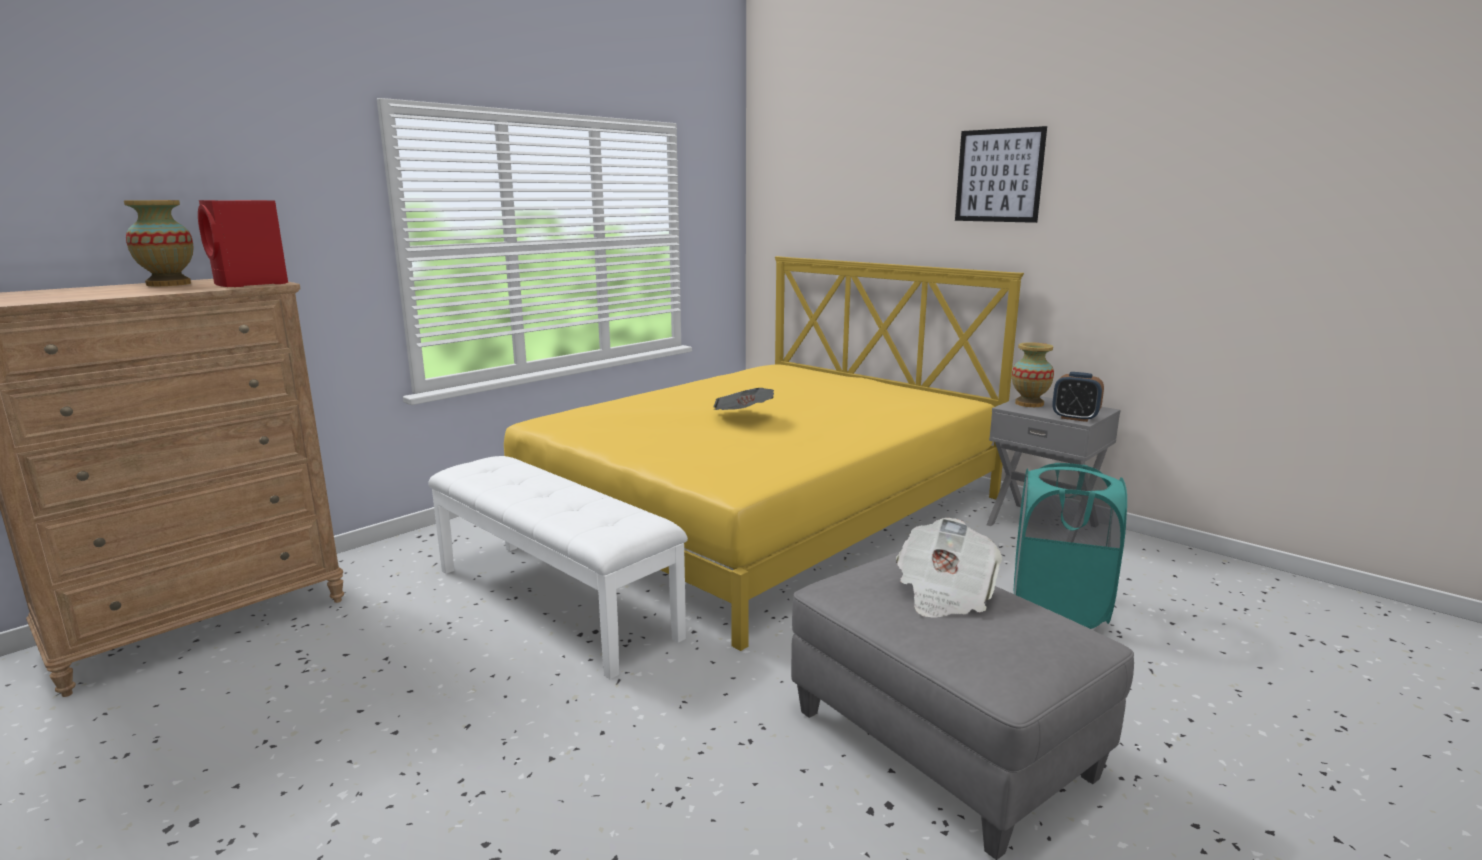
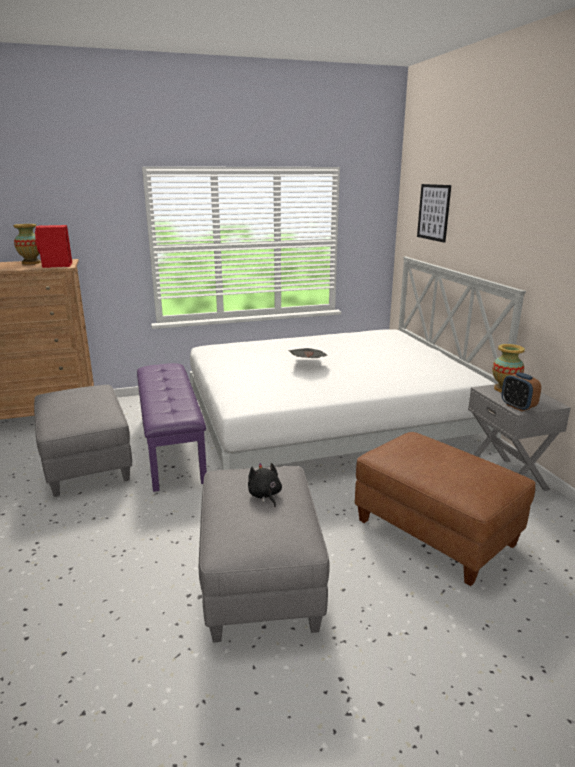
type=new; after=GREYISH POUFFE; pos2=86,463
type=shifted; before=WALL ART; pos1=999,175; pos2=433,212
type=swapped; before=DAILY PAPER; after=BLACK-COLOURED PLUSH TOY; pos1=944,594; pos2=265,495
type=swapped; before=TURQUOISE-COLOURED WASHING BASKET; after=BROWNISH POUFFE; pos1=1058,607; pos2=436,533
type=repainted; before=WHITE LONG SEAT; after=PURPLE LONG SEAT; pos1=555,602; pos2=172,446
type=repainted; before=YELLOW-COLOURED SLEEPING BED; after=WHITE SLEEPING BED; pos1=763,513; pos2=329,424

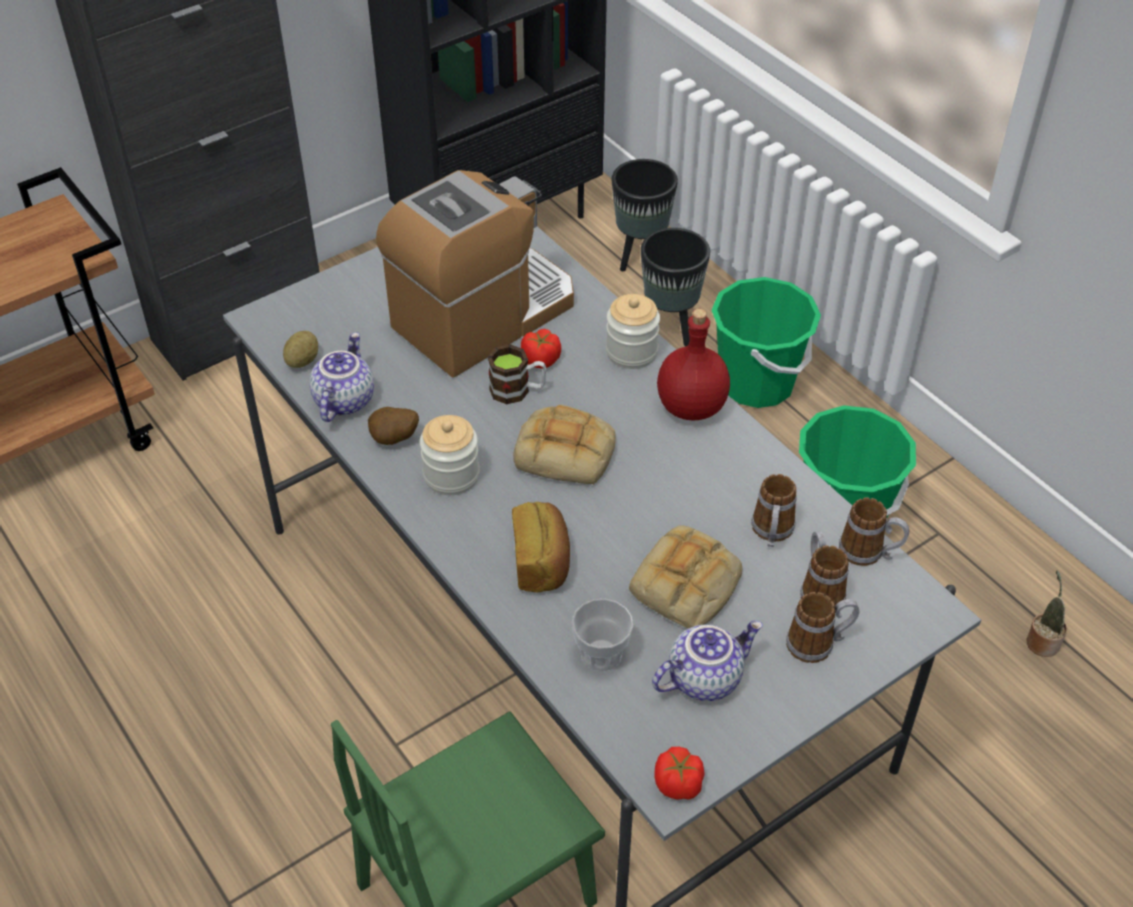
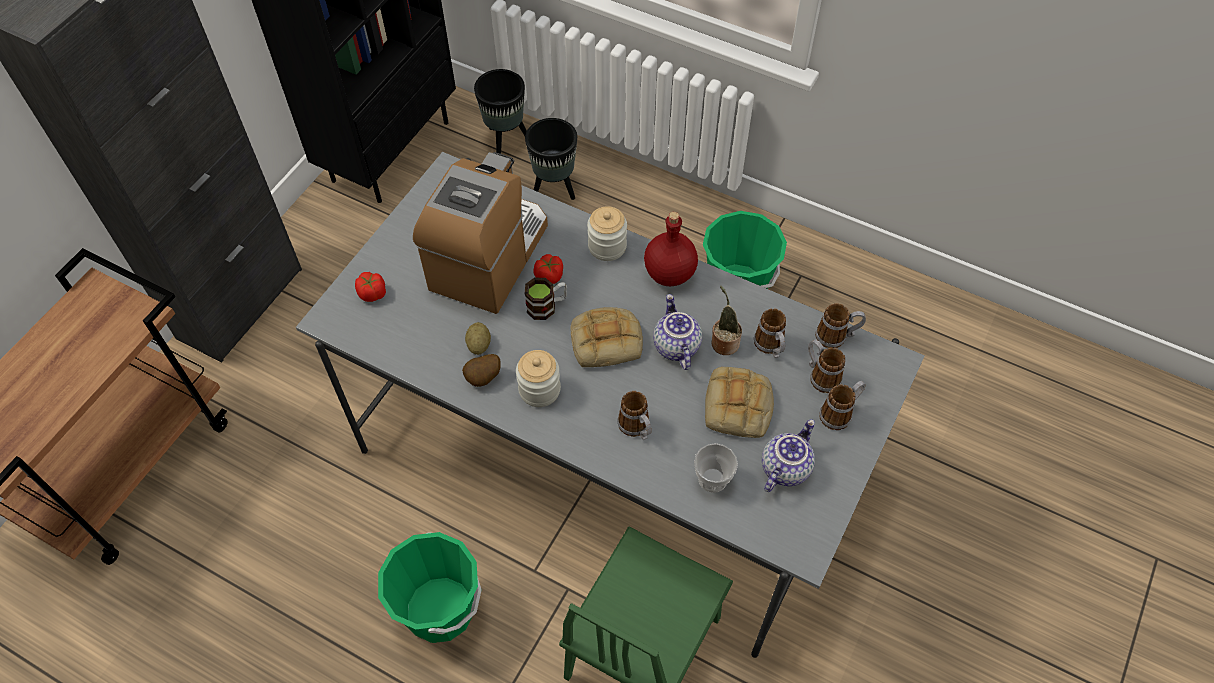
type=shifted; before=SPUD; pos1=302,361; pos2=479,345
type=shifted; before=TEAPOT; pos1=343,400; pos2=675,346
type=shifted; before=WHOLE TOMATO; pos1=678,784; pos2=373,293
type=shifted; before=GREENISH BUCKET; pos1=757,383; pos2=440,610
type=shifted; before=POTTED PLANT; pos1=1042,641; pos2=724,341
type=swapped; before=BAKERY BREAD; after=COFFEE MUG; pos1=542,561; pos2=637,428

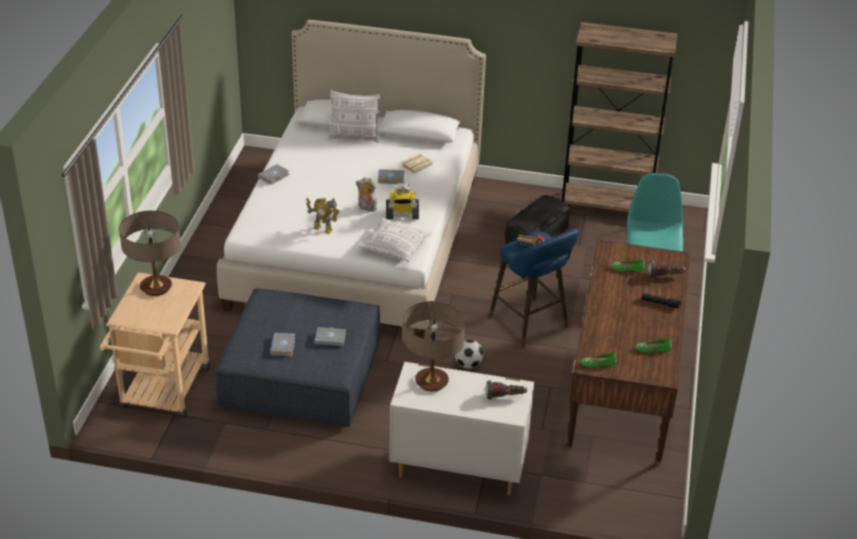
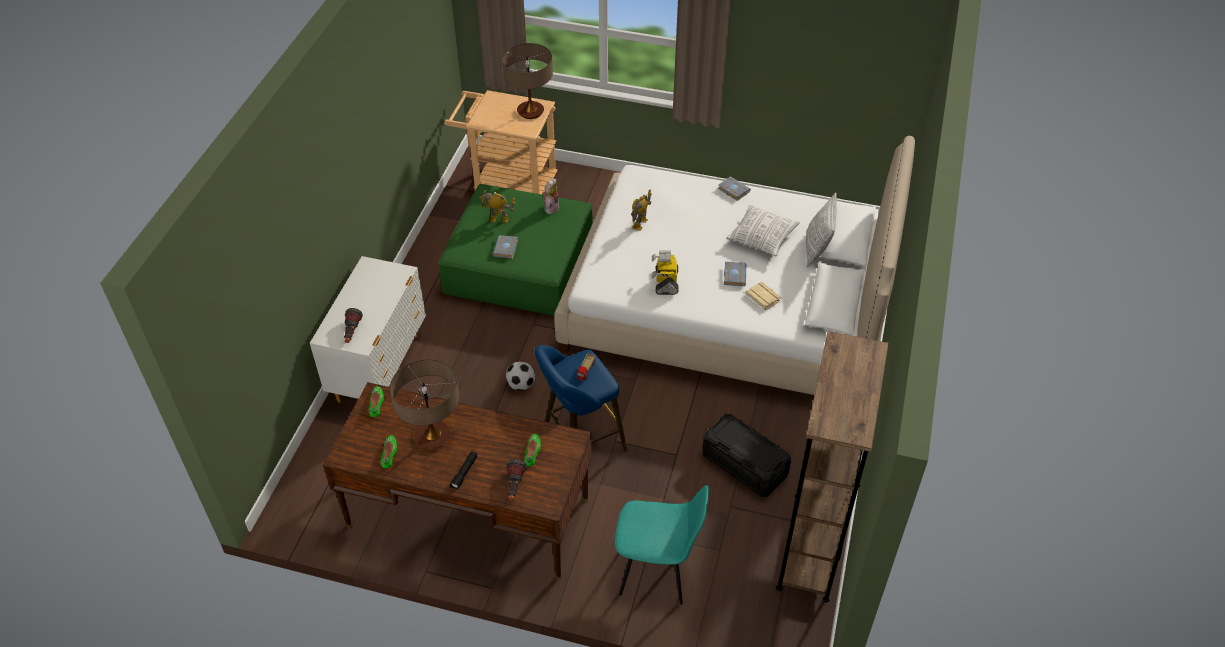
type=shifted; before=PLUSH TOY; pos1=366,208; pos2=551,207
type=shifted; before=PILLOW; pos1=395,247; pos2=761,238
type=shifted; before=TABLE LAMP; pos1=431,382; pos2=433,436
type=swapped; before=GREYISH VOLUME; after=ROBOT FIGURE; pos1=284,347; pos2=499,219
type=repainted; before=BLUE POUFFE; after=GREENISH POUFFE; pos1=301,376; pos2=519,266

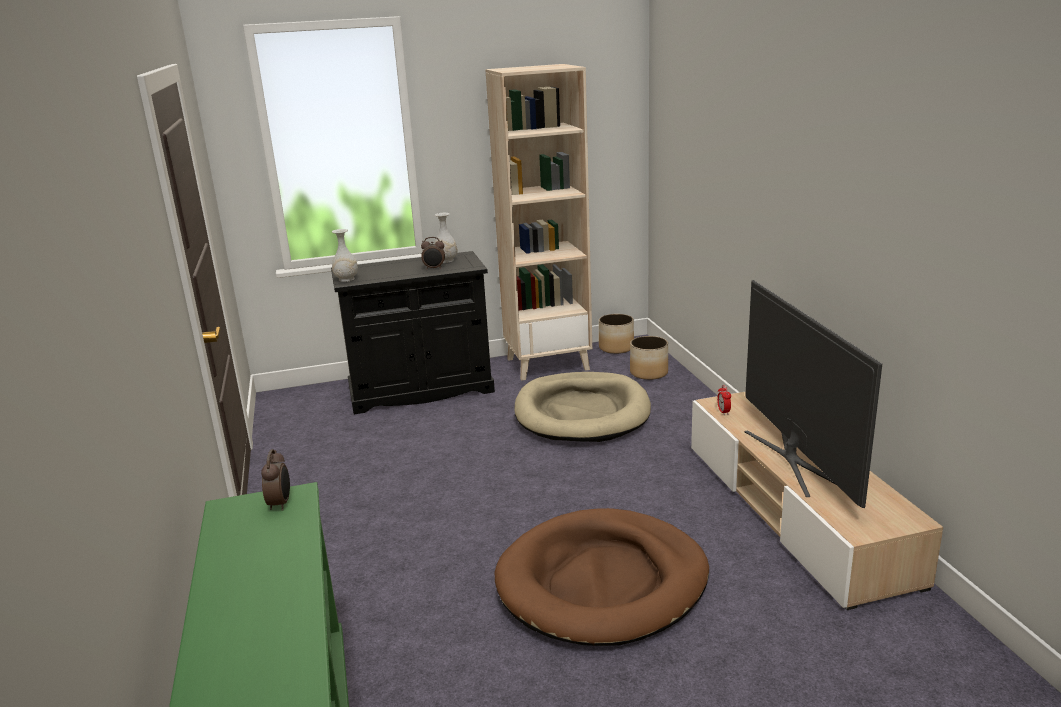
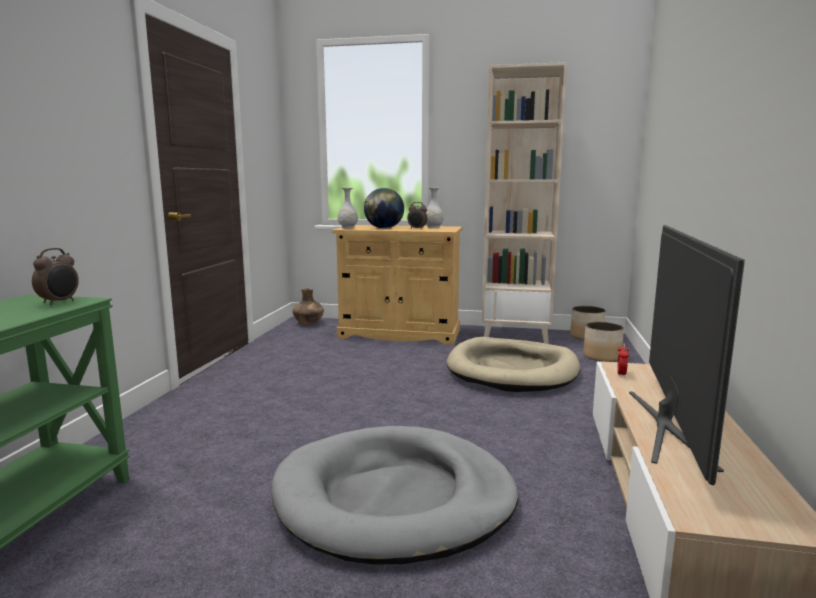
type=new; after=BROWNISH FLOWER VASE; pos2=308,323
type=new; after=GLOBE; pos2=384,228
type=repainted; before=BLACK-COLOURED CUPBOARD; after=BEIGE-COLOURED CUPBOARD; pos1=421,390; pos2=399,334
type=repainted; before=BROWNISH PET BED; after=GREYISH PET BED; pos1=602,582; pos2=395,498

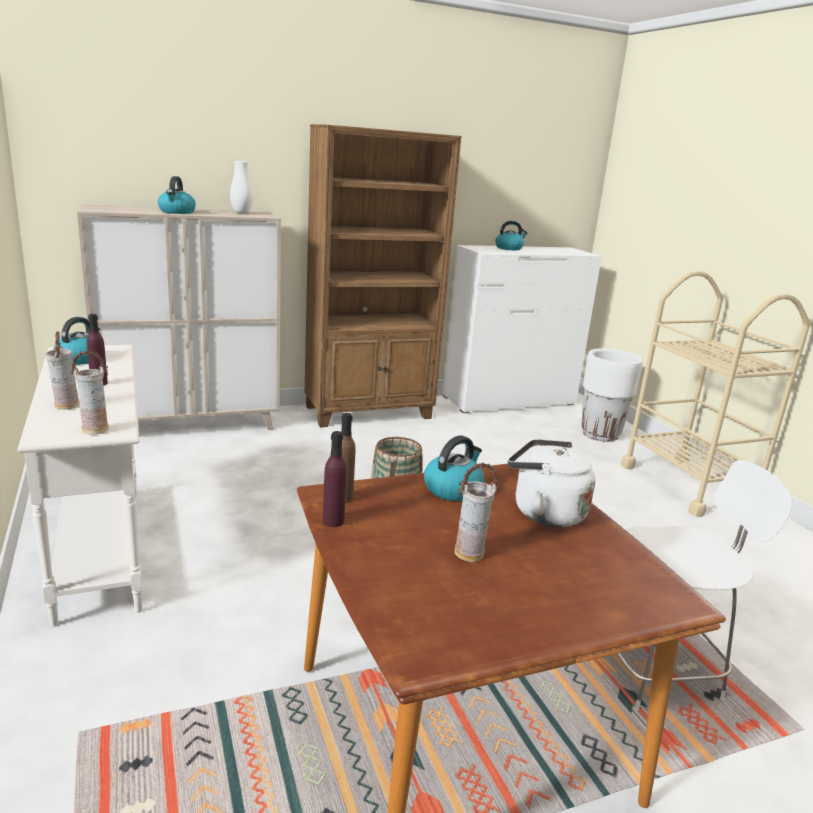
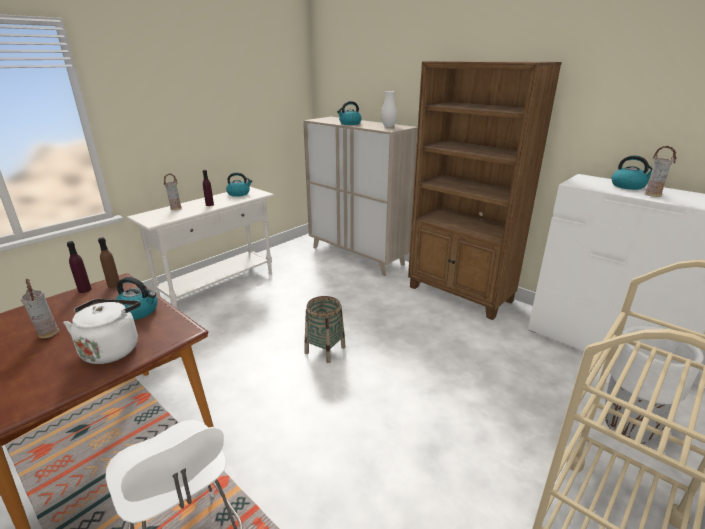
type=shifted; before=FLOWER VASE; pos1=95,430; pos2=652,195

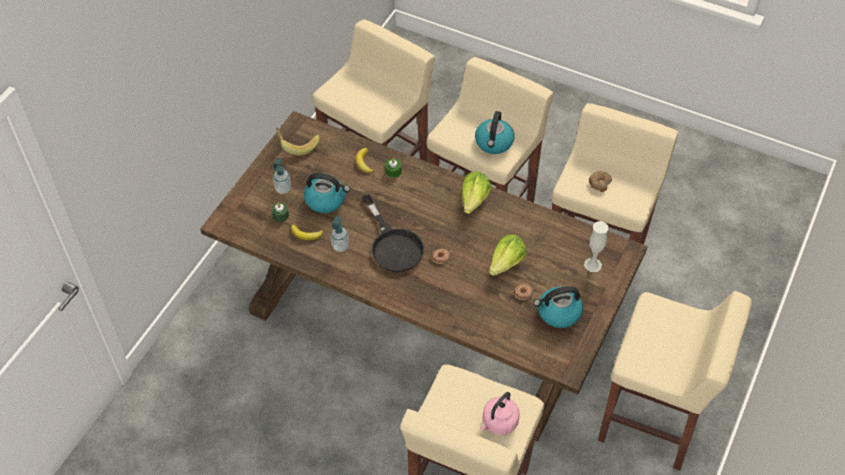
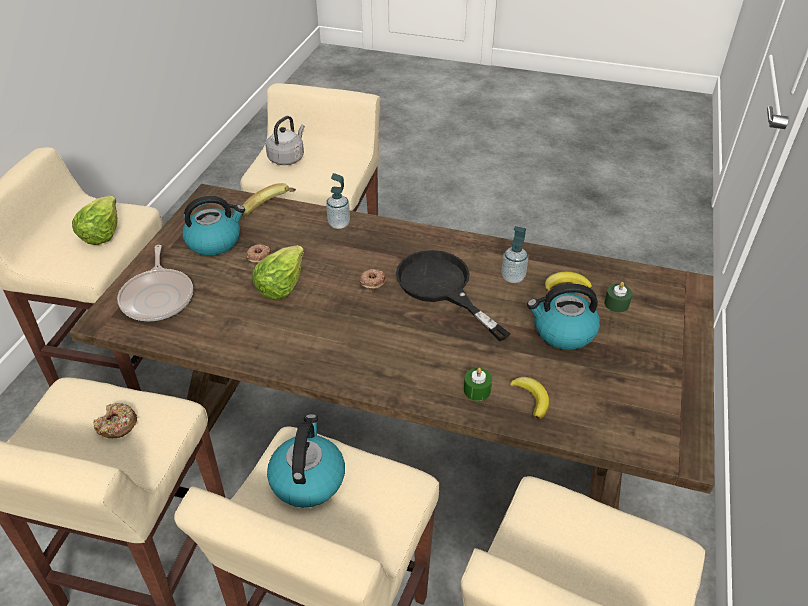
type=shifted; before=LIQUID SOAP BOTTLE; pos1=283,189; pos2=339,224
type=shifted; before=BANANA FRUIT; pos1=297,145; pos2=271,211
type=shifted; before=HEAD OF LETTUCE; pos1=474,200; pos2=101,232
type=swapped; before=WHITE FLOWER VASE; after=SKILLET; pos1=592,265; pos2=158,297
type=repainted; before=PINK-COLOURED WATER KETTLE; after=GREYISH WATER KETTLE; pos1=498,423; pos2=287,158

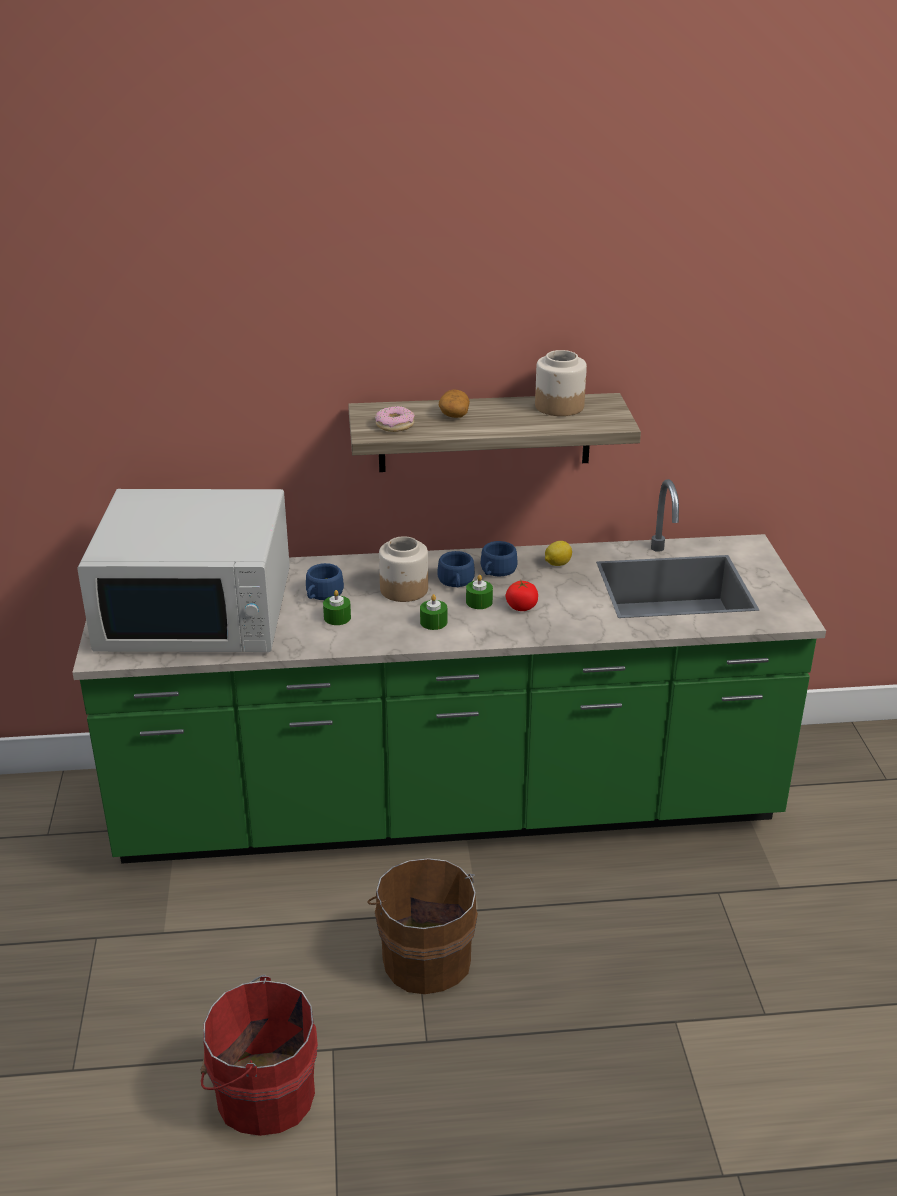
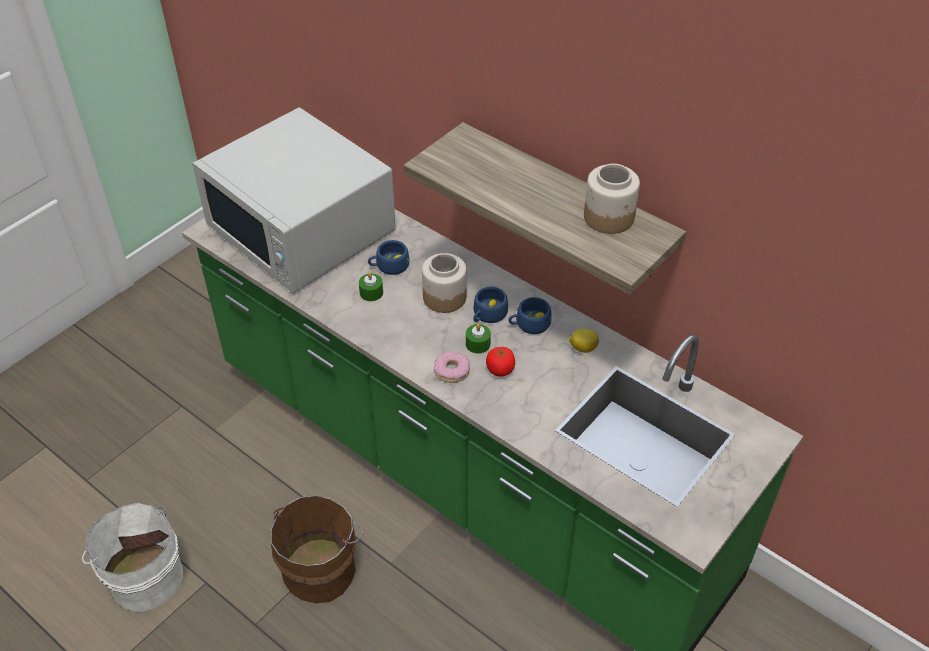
type=gone; before=GREENISH WAX LIGHT; pos1=433,622
type=gone; before=SPUD; pos1=454,414
type=shifted; before=DONUT; pos1=395,425; pos2=452,371
type=repainted; before=RED-COLOURED BUCKET; after=WHITE BUCKET; pos1=261,1092; pos2=144,575

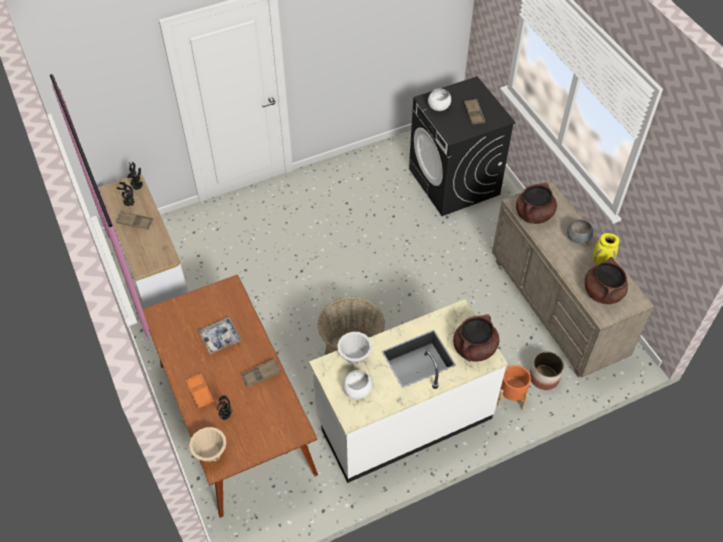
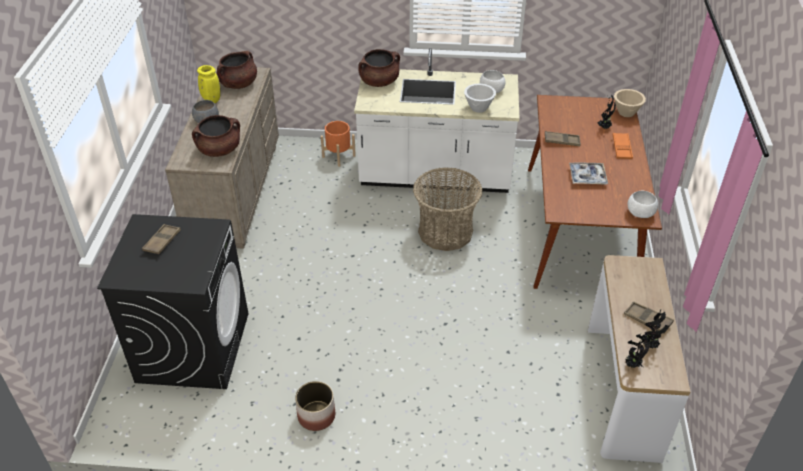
type=shifted; before=WHITE BOWL; pos1=438,107; pos2=641,213
type=shifted; before=PLANTER; pos1=543,377; pos2=316,416

